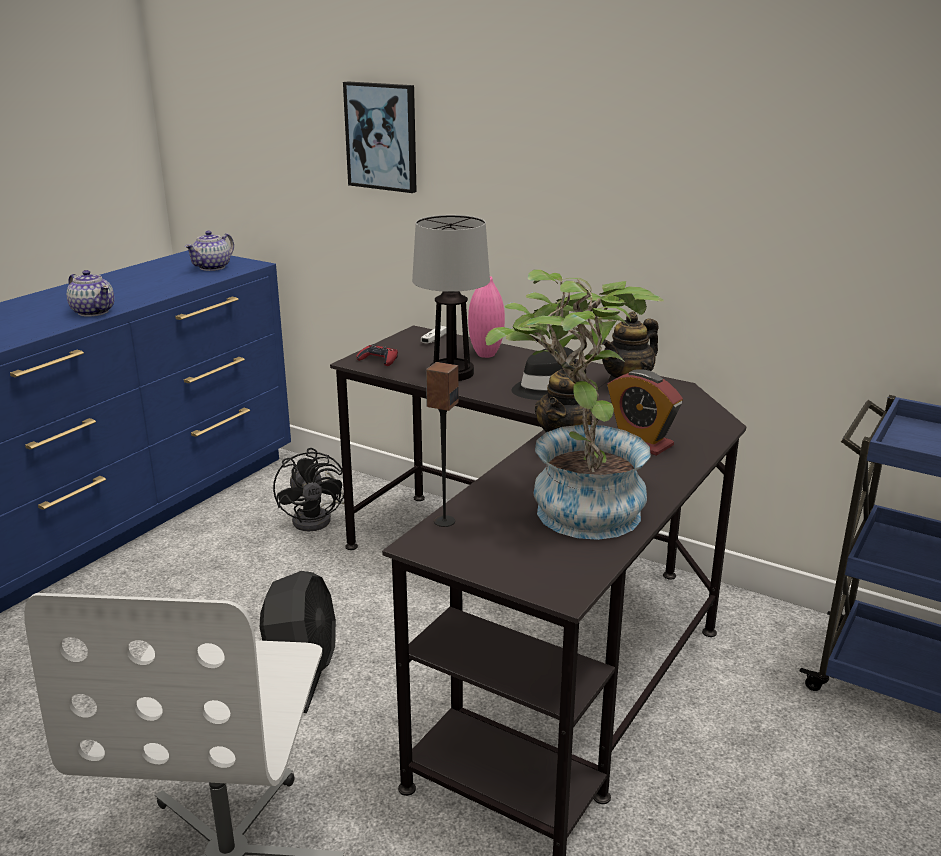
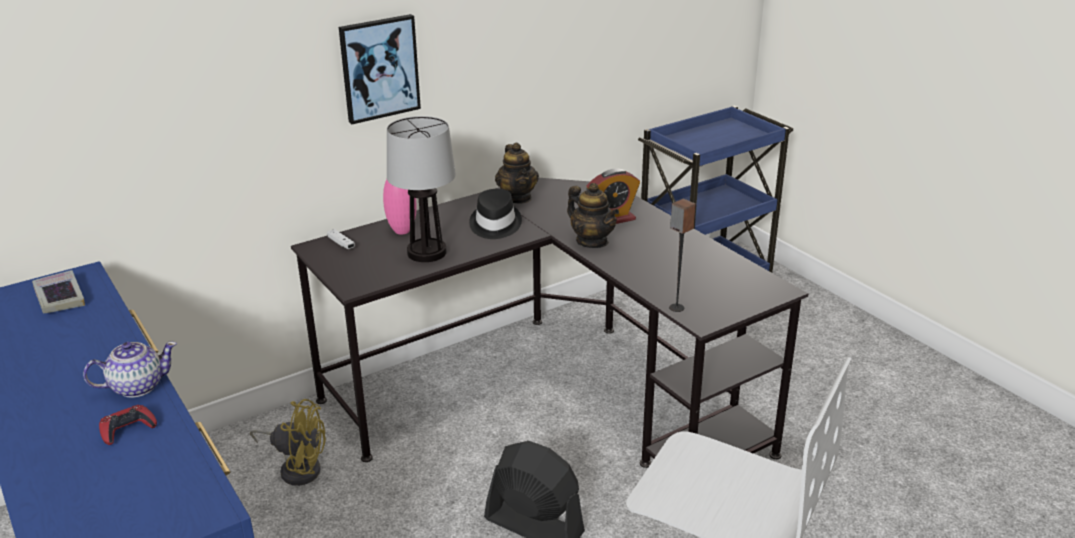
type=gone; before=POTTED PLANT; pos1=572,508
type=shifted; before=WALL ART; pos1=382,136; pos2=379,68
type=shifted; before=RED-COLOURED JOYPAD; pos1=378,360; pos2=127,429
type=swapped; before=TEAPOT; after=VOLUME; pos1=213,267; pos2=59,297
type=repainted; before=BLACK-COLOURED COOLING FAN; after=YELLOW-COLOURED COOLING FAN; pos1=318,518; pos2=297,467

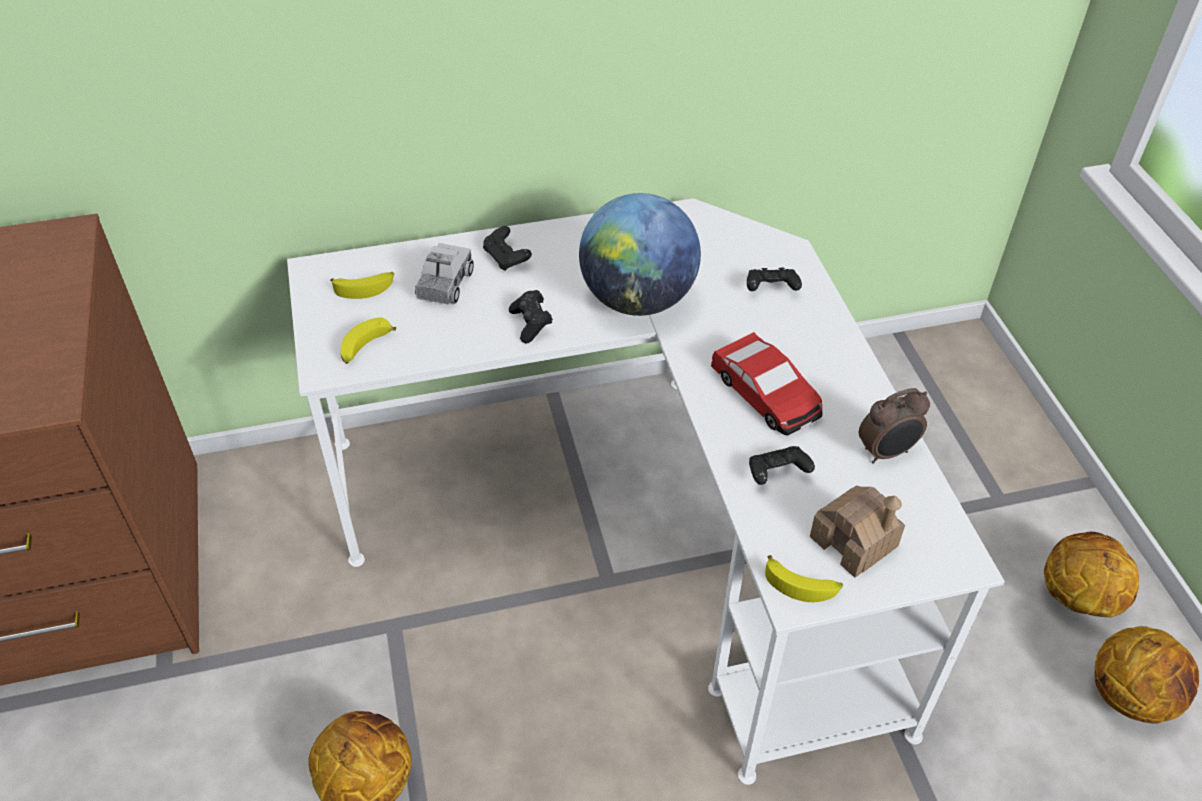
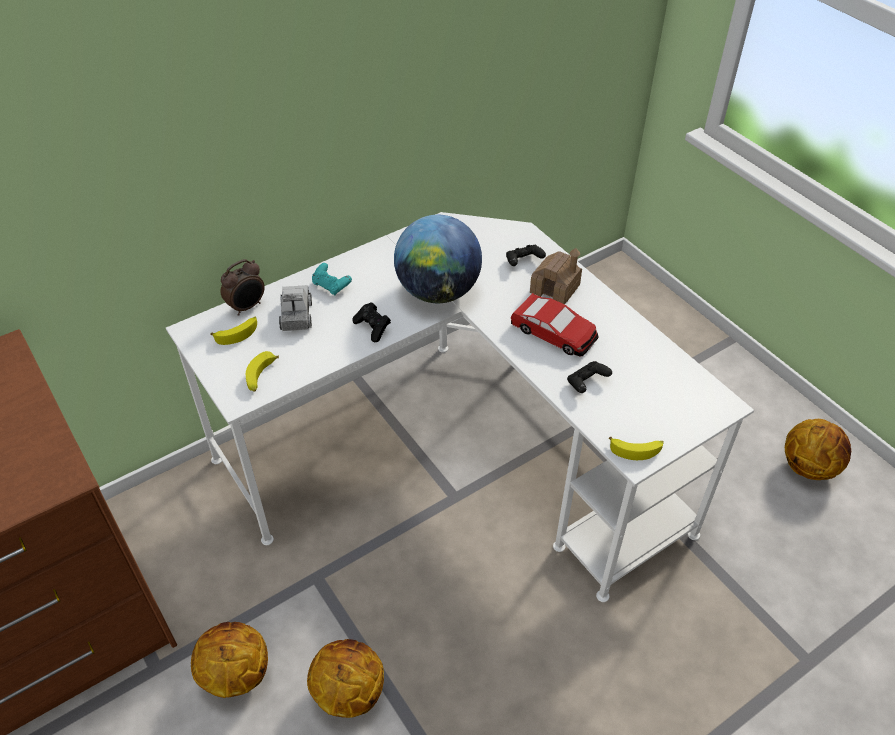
type=shifted; before=MINIATURE HOUSE; pos1=854,542; pos2=555,289
type=shifted; before=BEDSIDE CLOCK; pos1=887,452; pos2=247,307
type=shifted; before=BASKETBALL BALL; pos1=1077,598; pos2=235,674
type=repainted; before=BLACK-COLOURED JOYPAD; after=TURQUOISE-COLOURED JOYPAD; pos1=506,258; pos2=331,286

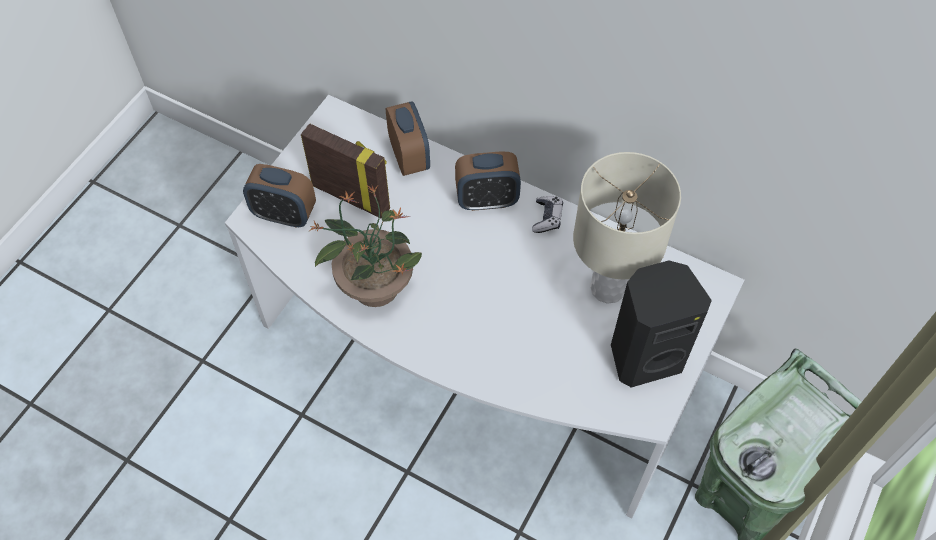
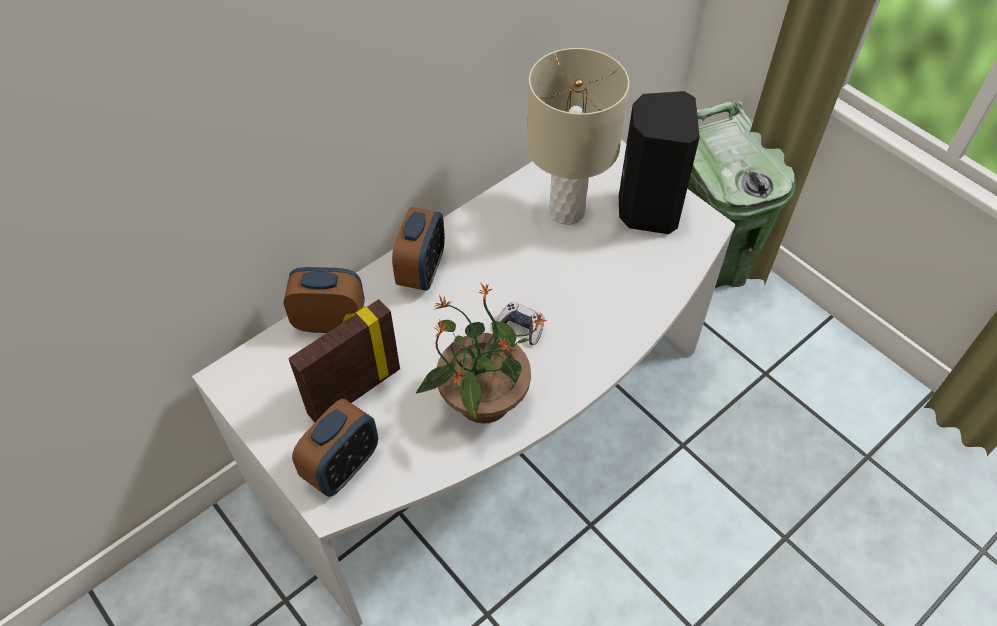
type=shifted; before=JOYPAD; pos1=547,218; pos2=520,327

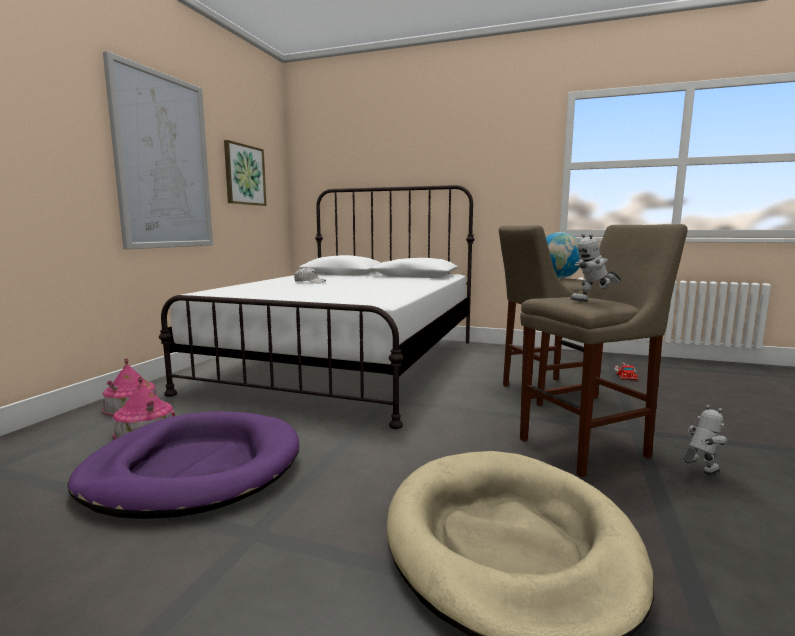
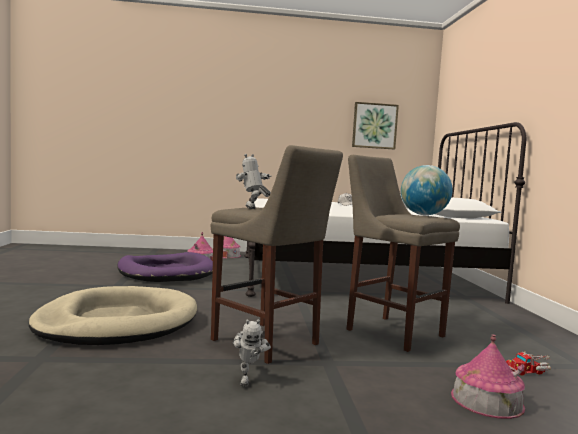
type=gone; before=WALL ART; pos1=163,162
type=new; after=MINIATURE HOUSE; pos2=487,400
type=rotated; before=ROBOT FIGURE; pos1=699,474; pos2=248,379; turn=45

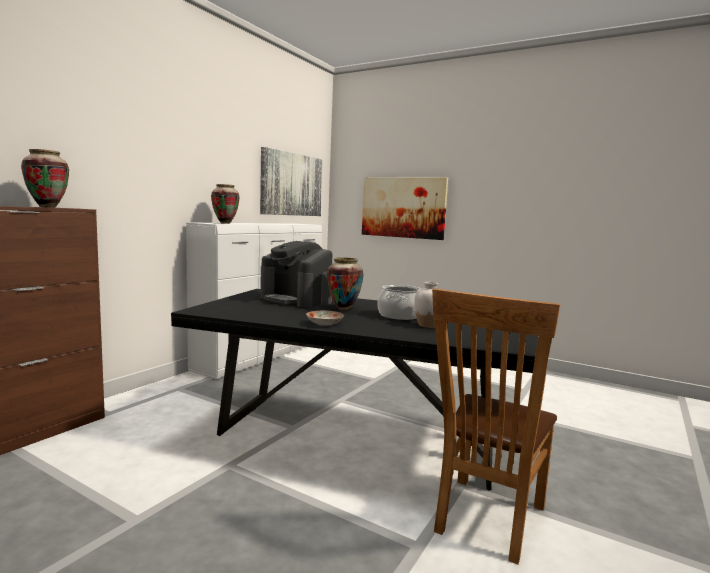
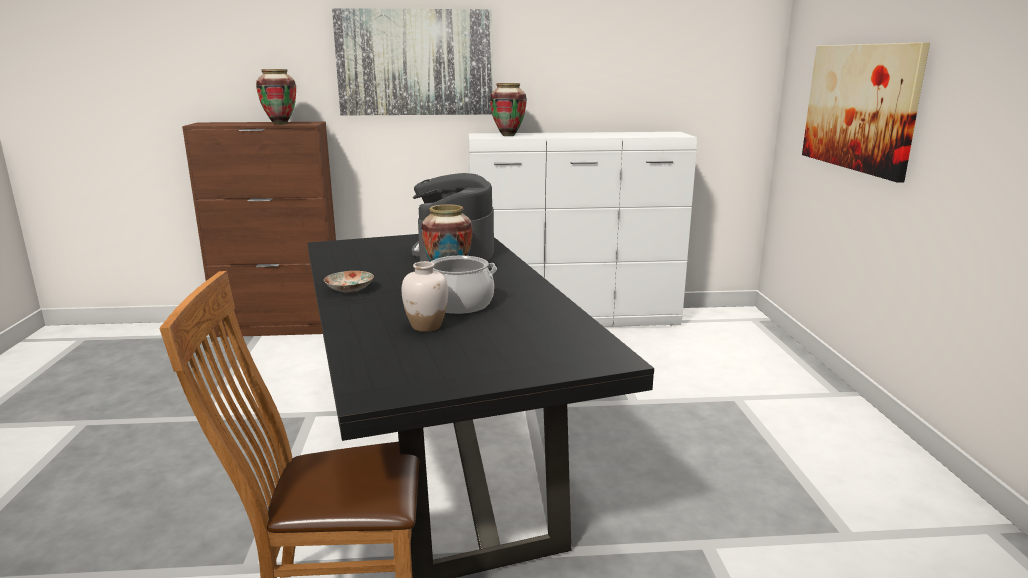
type=shifted; before=WALL ART; pos1=292,184; pos2=415,63

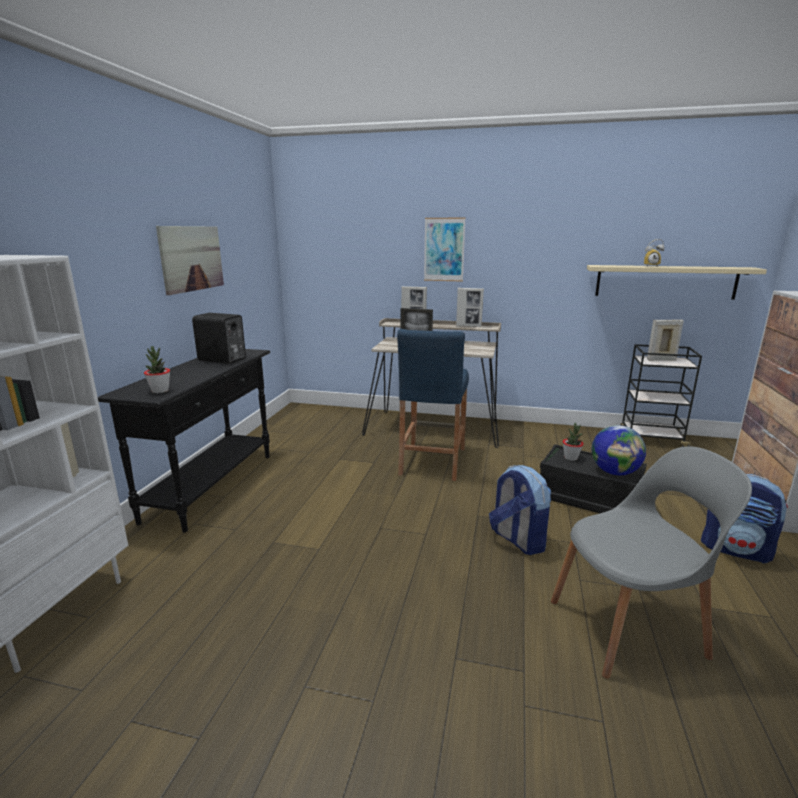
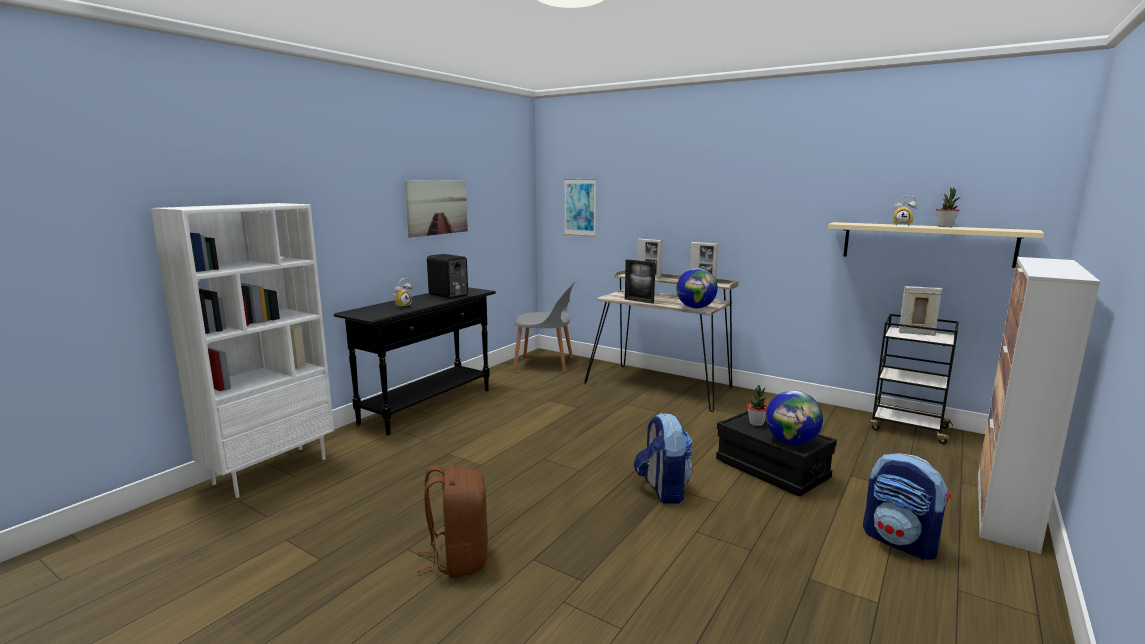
type=gone; before=BLUE STOOL SEAT; pos1=432,461
type=new; after=BEDSIDE CLOCK; pos2=402,306
type=new; after=BROWNISH RUCKSACK; pos2=458,558
type=new; after=GLOBE; pos2=696,308
type=shifted; before=POTTED PLANT; pos1=160,391; pos2=945,226
type=shifted; before=WALL ART; pos1=444,249; pos2=580,207
type=shifted; before=GREYISH UPRIGHT CHAIR; pos1=630,627; pos2=546,364

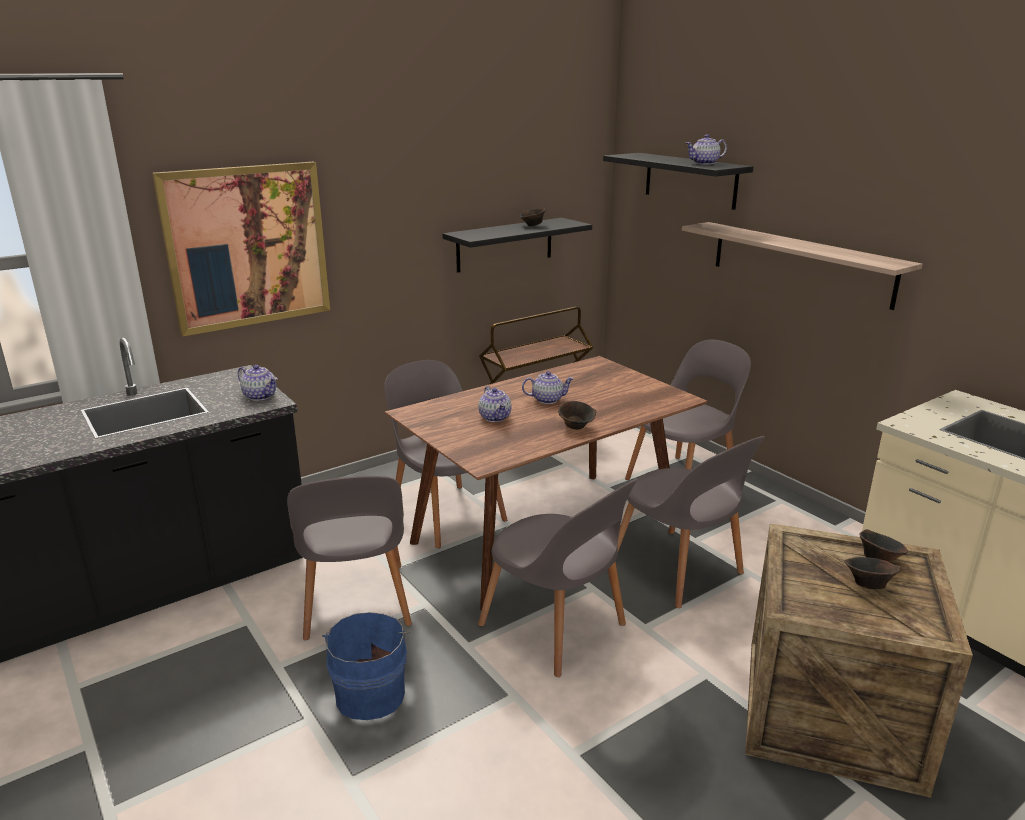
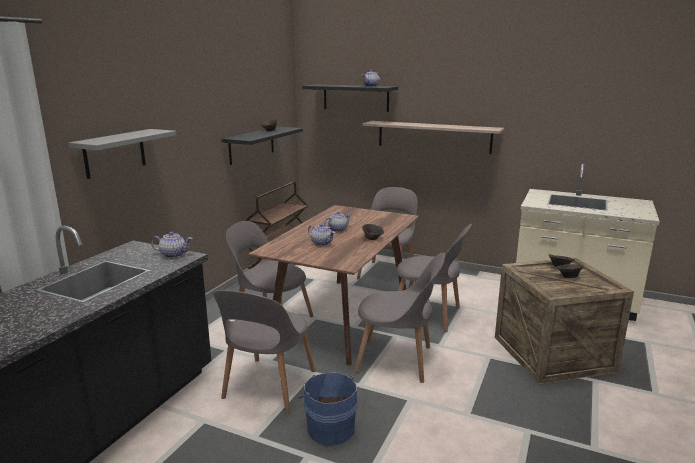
type=swapped; before=WALL ART; after=GREYISH SHELF; pos1=247,246; pos2=115,153
type=rotated; before=GREYISH UPRIGHT CHAIR; pos1=355,604; pos2=268,386; turn=60

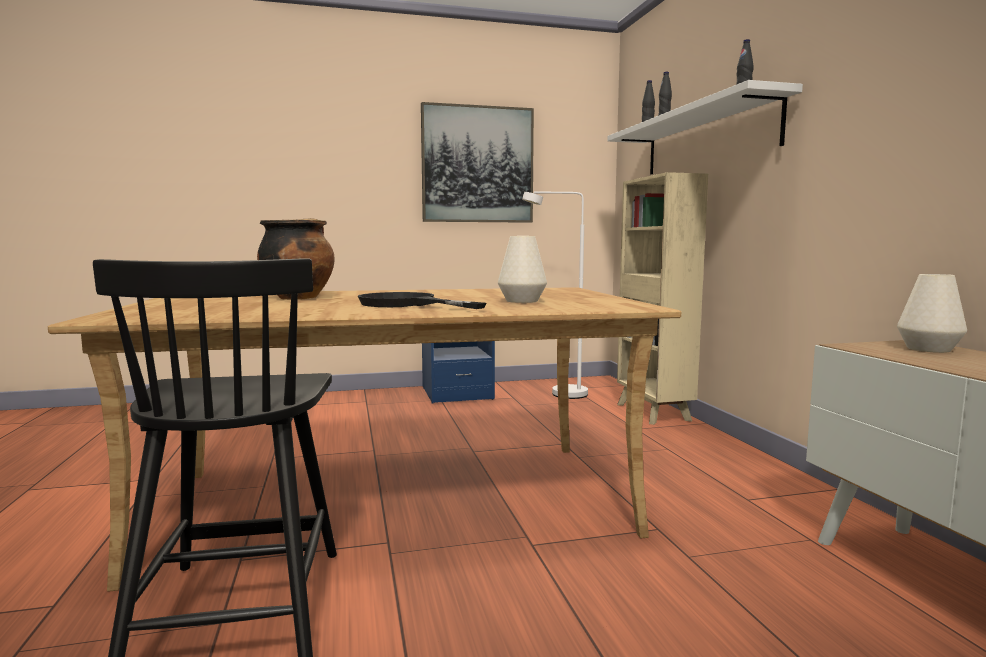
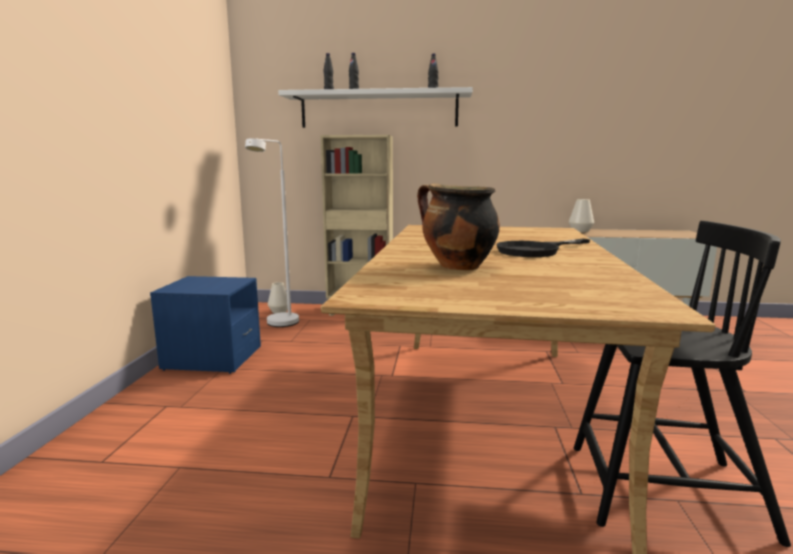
type=gone; before=WALL ART; pos1=477,165
type=shifted; before=WHITE FLOWER VASE; pos1=522,301; pos2=279,311

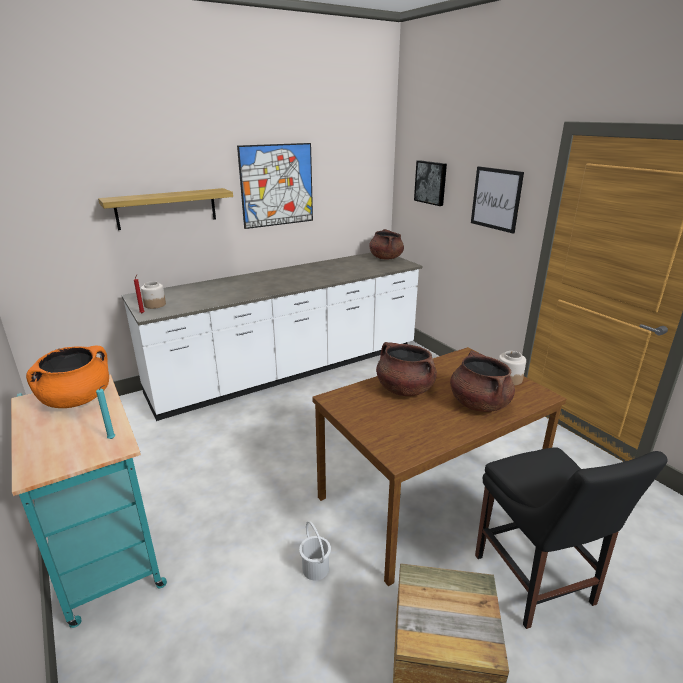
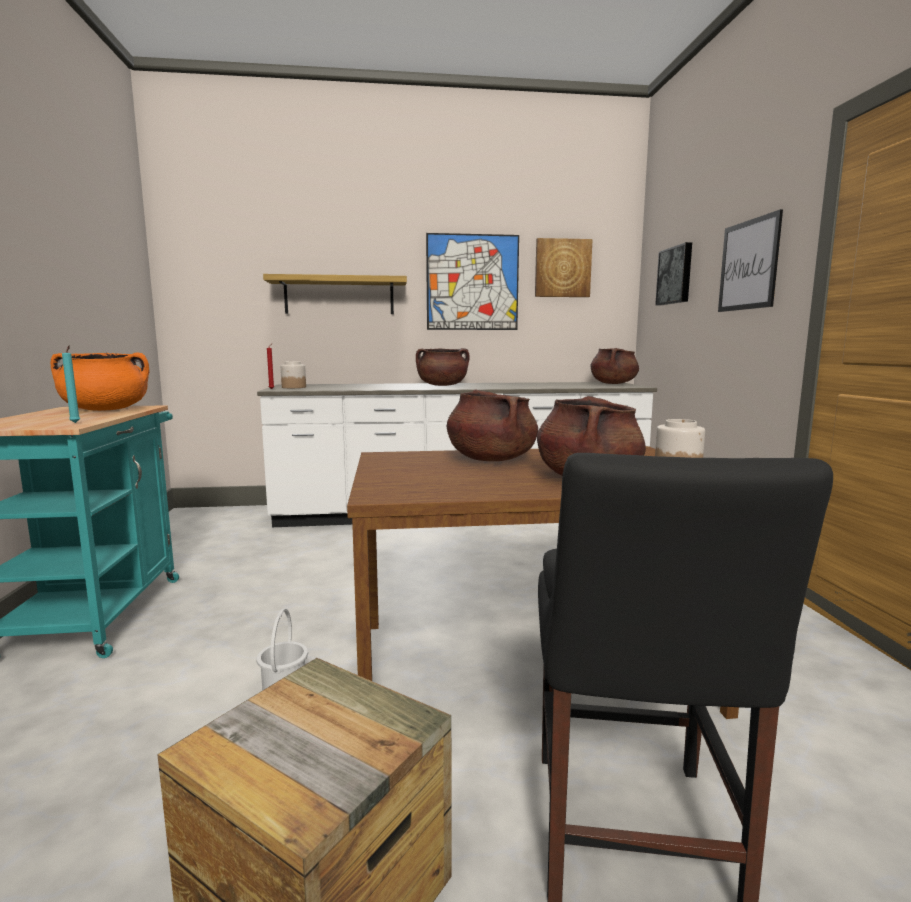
type=new; after=BROWNISH COOKING POT; pos2=442,385
type=new; after=WALL ART; pos2=562,268

